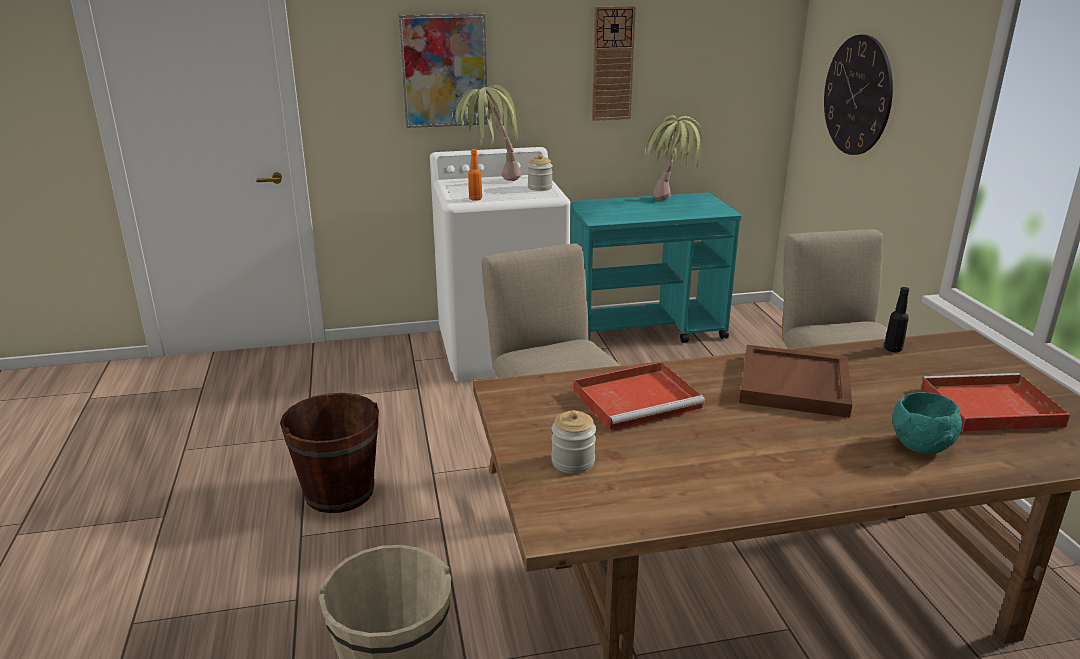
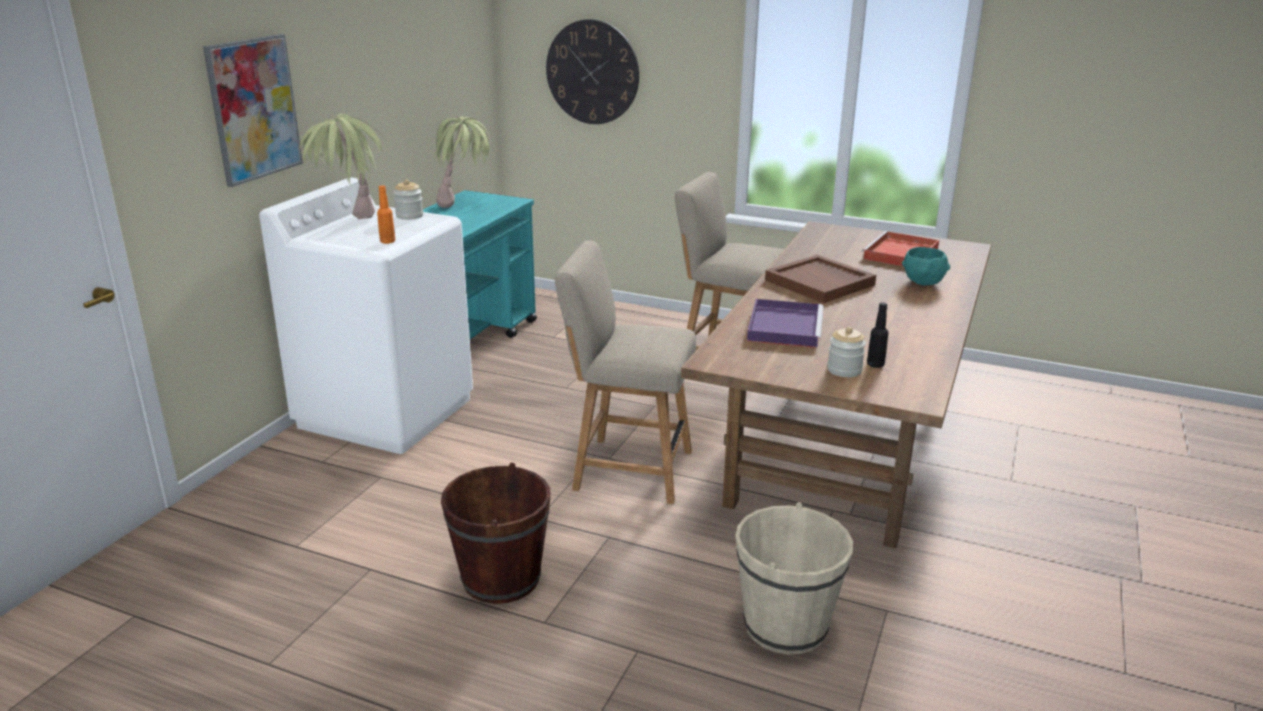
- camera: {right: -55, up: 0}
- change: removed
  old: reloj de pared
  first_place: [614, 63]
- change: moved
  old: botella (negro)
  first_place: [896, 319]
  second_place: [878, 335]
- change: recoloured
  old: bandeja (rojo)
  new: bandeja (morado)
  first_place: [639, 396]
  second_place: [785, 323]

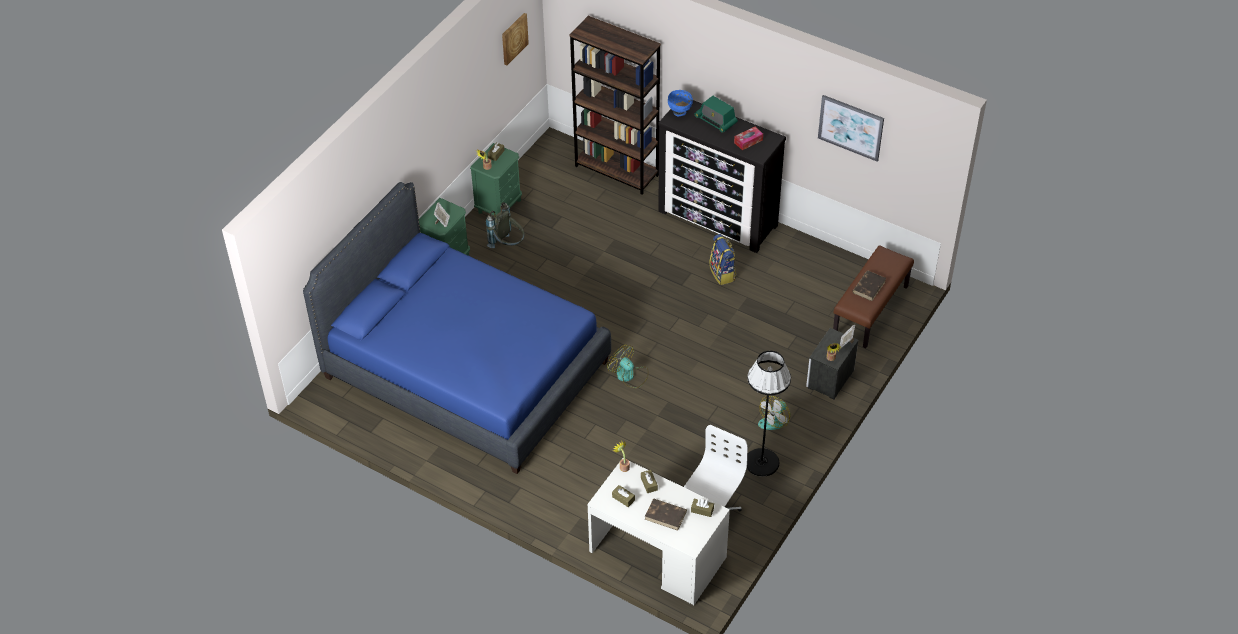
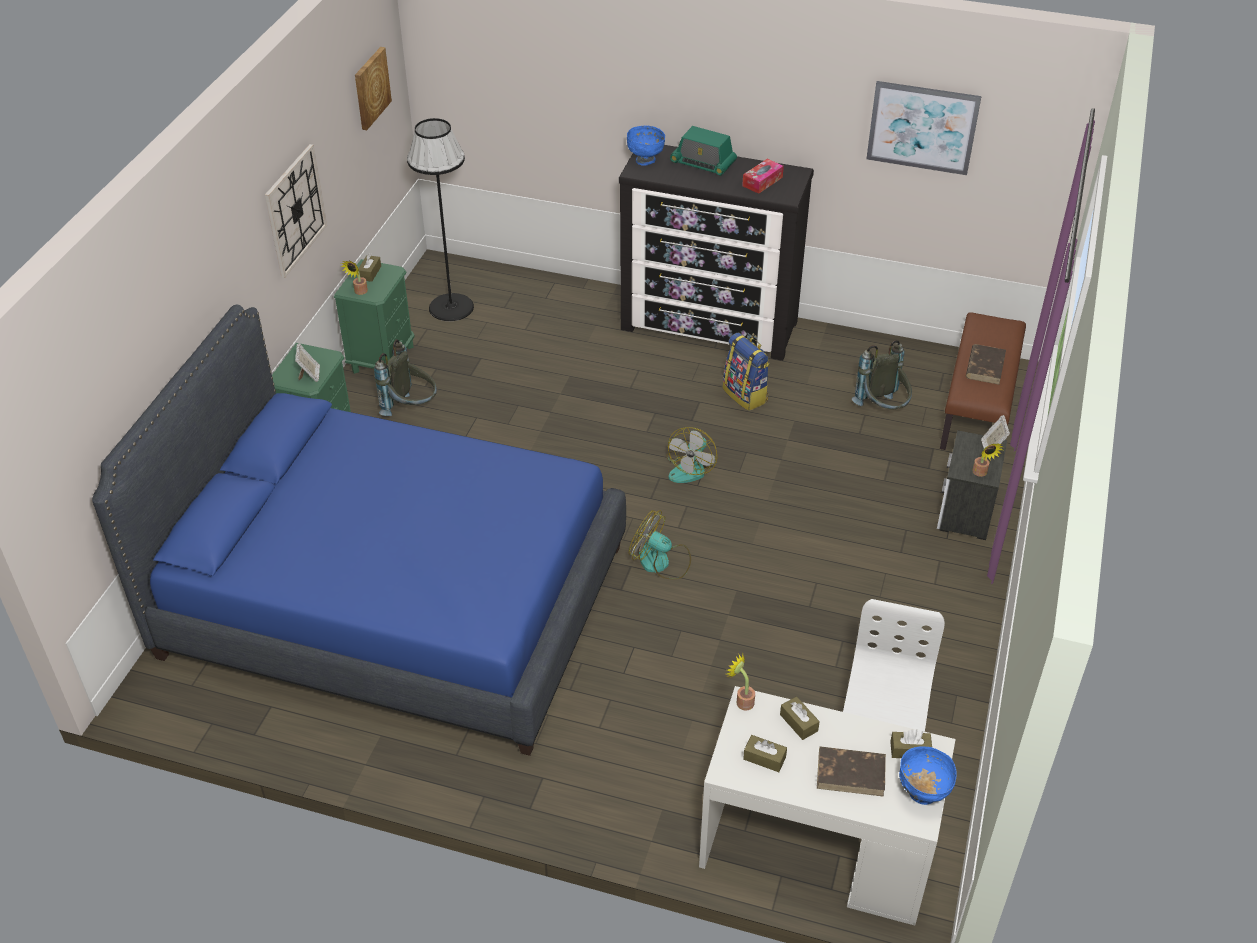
- camera: {right: -15, up: -5}
- change: removed
  old: estantería (marrón)
  first_place: [615, 105]
- change: added
  new: reloj de pared
  second_place: [296, 211]
- change: added
  new: mochila (gris)
  second_place: [882, 374]
- change: added
  new: cuenco (azul)
  second_place: [928, 775]
- change: moved
  old: lámpara de pie (negro)
  first_place: [769, 414]
  second_place: [440, 219]
- change: moved
  old: ventilador
  first_place: [774, 413]
  second_place: [691, 455]

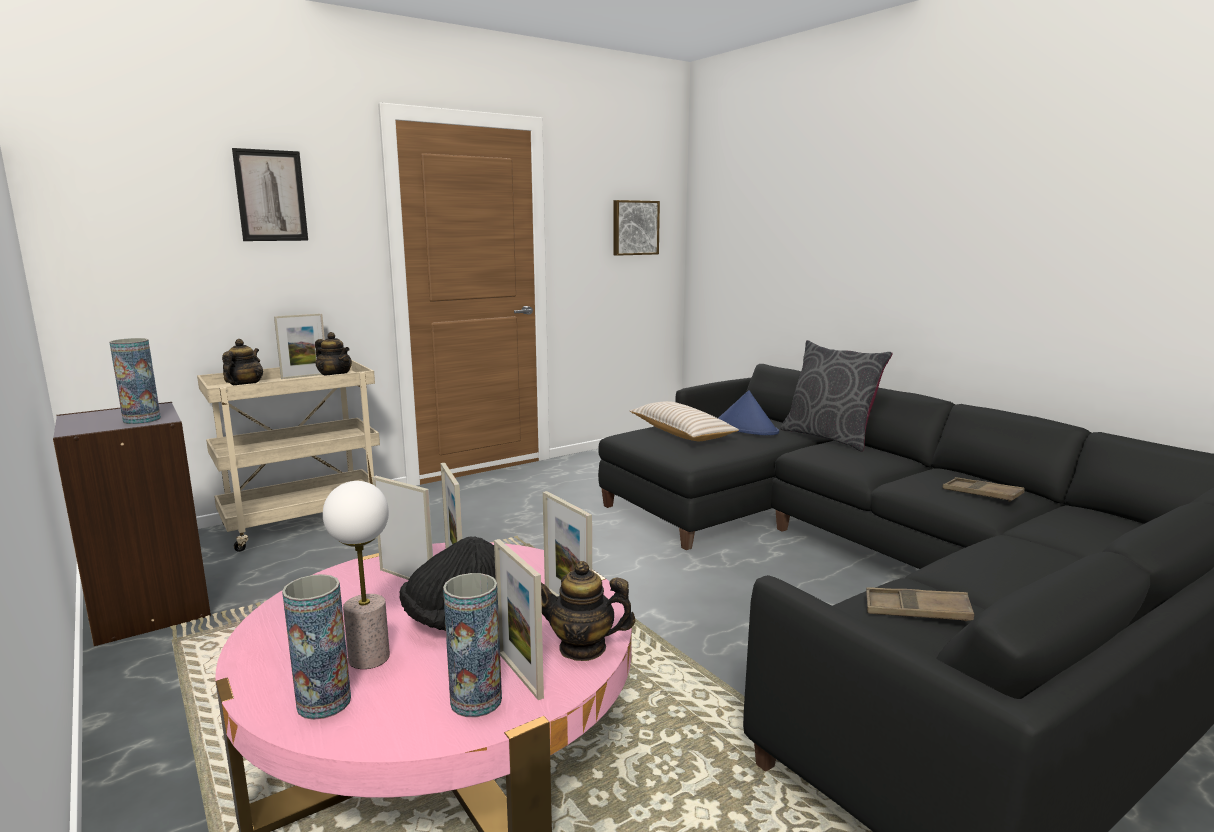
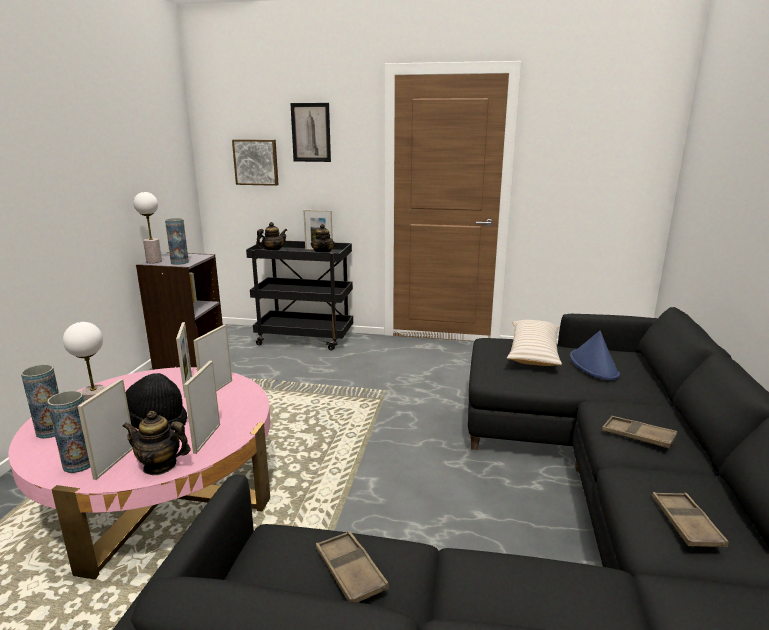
- camera: {right: 45, up: 5}
- change: removed
  old: cojín (gris)
  first_place: [836, 396]
- change: added
  new: lámpara de mesa
  second_place: [147, 227]
- change: added
  new: bandeja (marrón)
  second_place: [639, 432]
- change: moved
  old: cuadro
  first_place: [636, 228]
  second_place: [255, 163]
- change: recoloured
  old: carrito (beis)
  new: carrito (negro)
  first_place: [288, 456]
  second_place: [299, 296]
- change: turned
  old: tetera
  first_place: [588, 611]
  second_place: [156, 443]
  degrees: -45

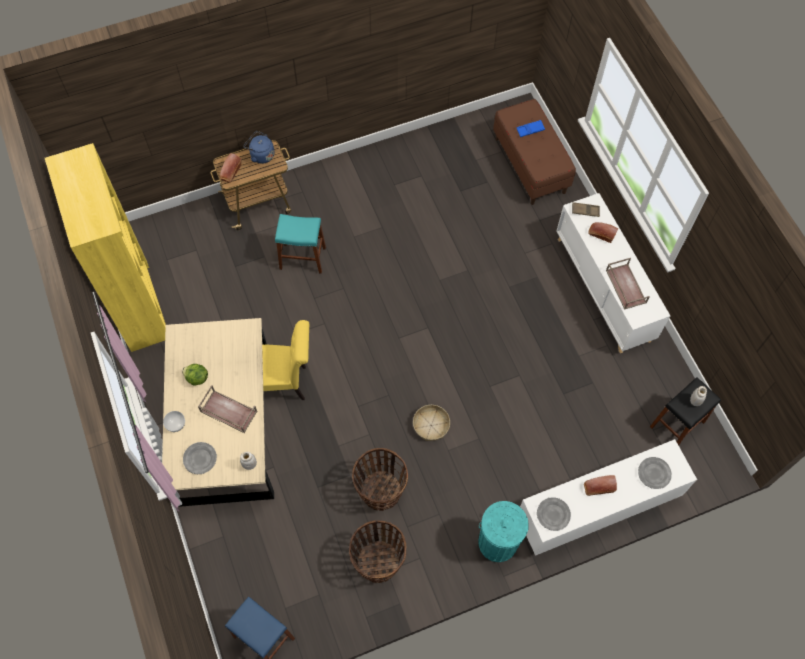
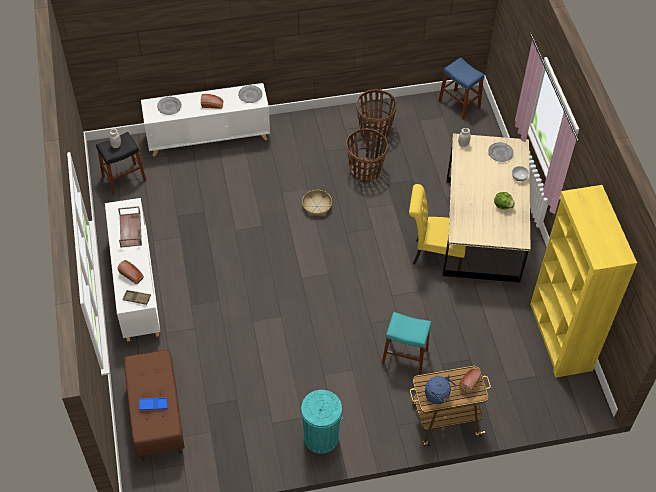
- camera: {right: -170, up: -10}
- change: removed
  old: bandeja (marrón)
  first_place: [227, 409]
- change: moved
  old: papelera (turquesa)
  first_place: [503, 531]
  second_place: [322, 422]

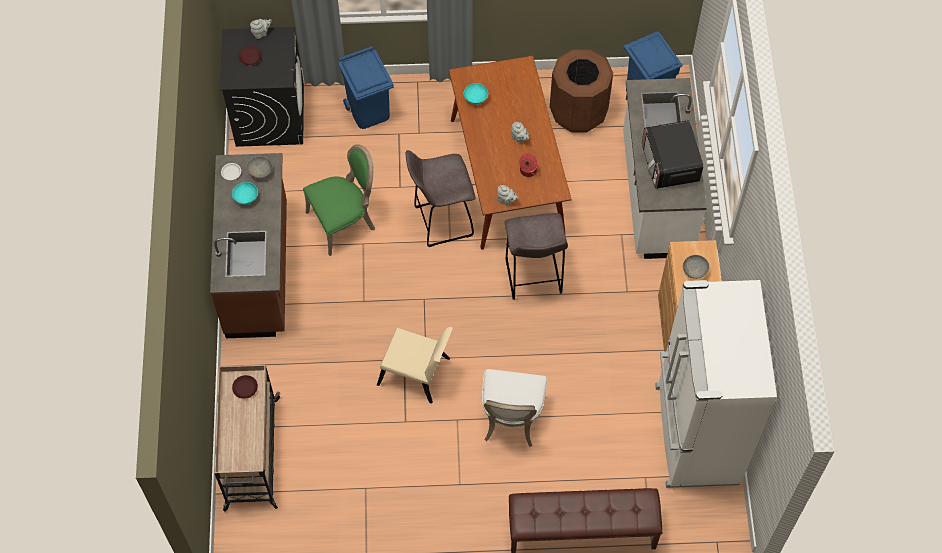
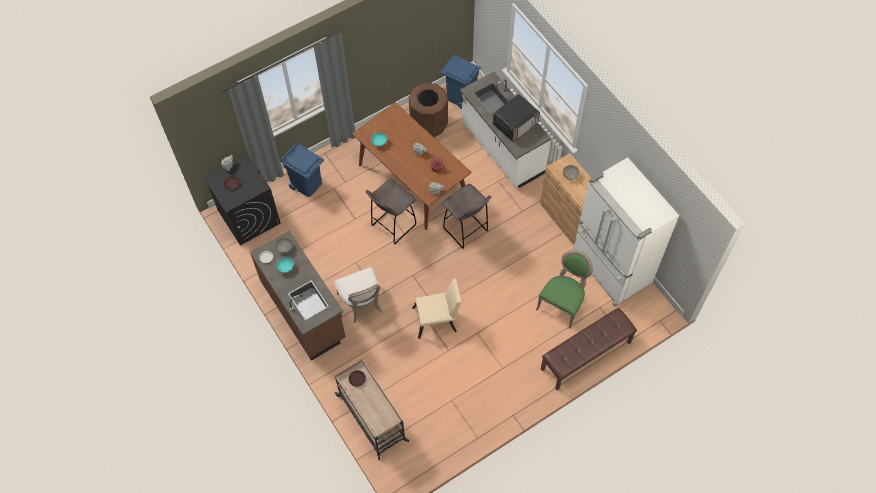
- camera: {right: -30, up: 0}
- change: moved
  old: silla (verde)
  first_place: [339, 200]
  second_place: [564, 289]
- change: moved
  old: silla (blanco)
  first_place: [515, 408]
  second_place: [358, 295]
- change: turned
  old: microondas
  first_place: [672, 154]
  second_place: [516, 118]
  degrees: -90

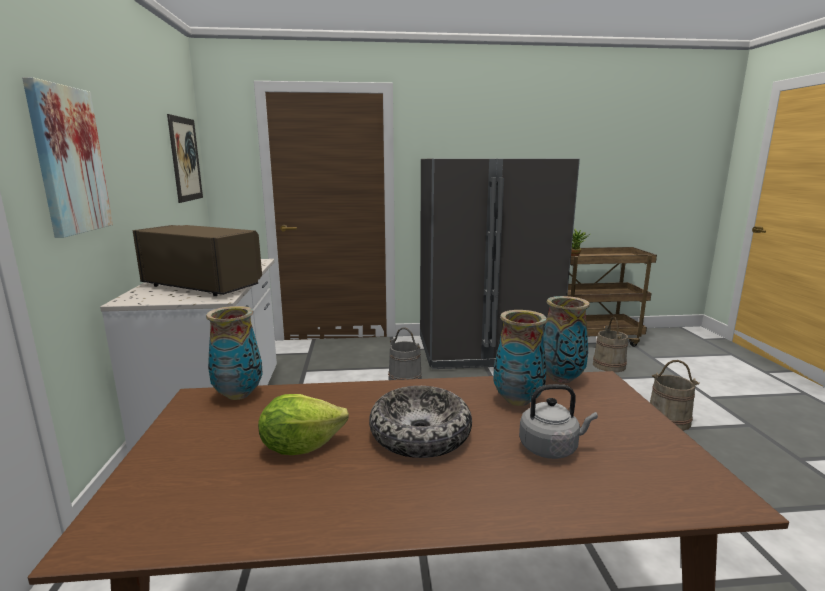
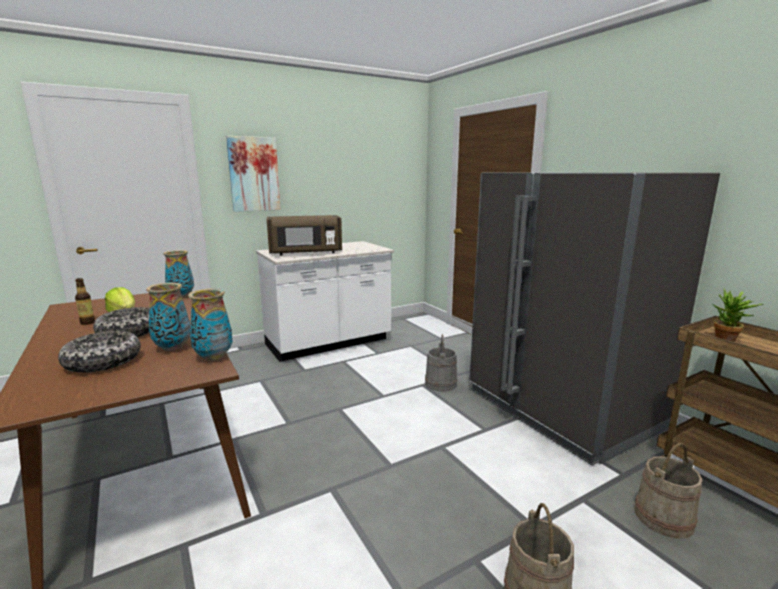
- camera: {right: 65, up: 0}
- change: removed
  old: cuadro
  first_place: [185, 158]
- change: added
  new: botella
  second_place: [85, 301]
- change: replaced
  old: hervidor (gris)
  new: cuenco
  first_place: [558, 421]
  second_place: [99, 352]
- change: turned
  old: microondas (marrón)
  first_place: [197, 260]
  second_place: [304, 235]
  degrees: 75

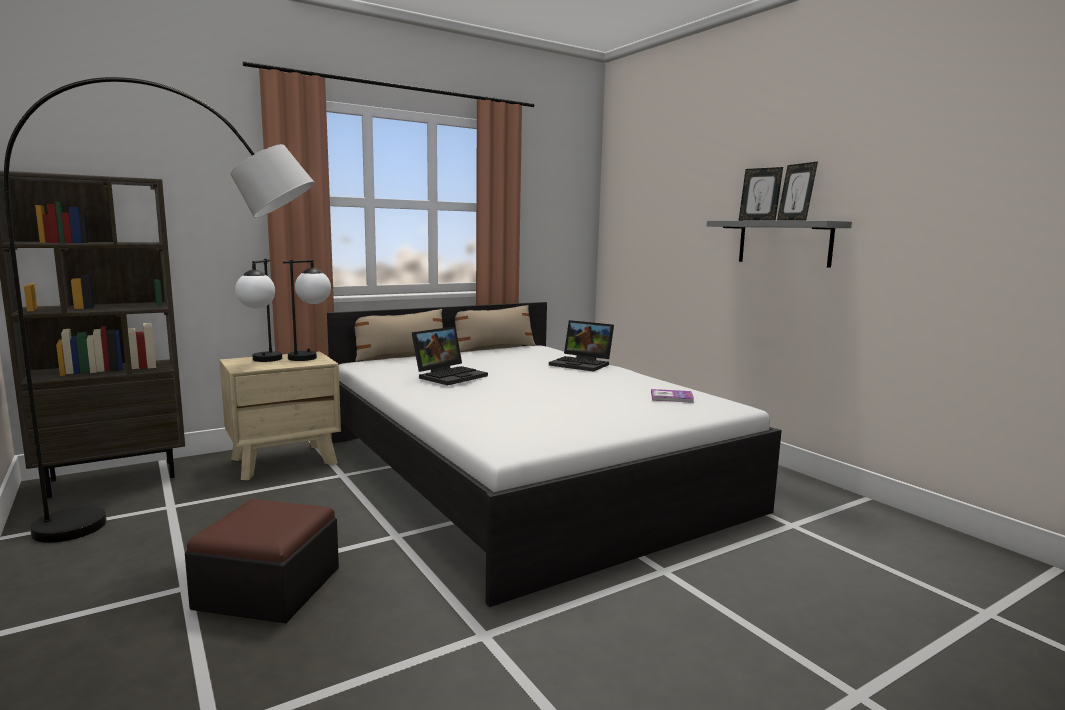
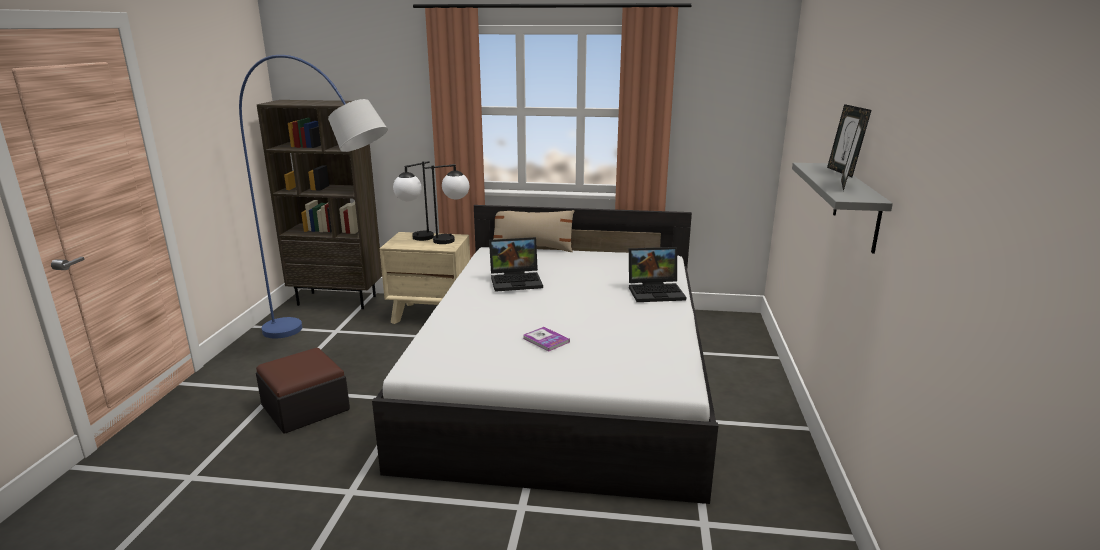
- camera: {right: 40, up: 10}
- change: removed
  old: cojín (beis)
  first_place: [495, 328]
- change: moved
  old: libro
  first_place: [672, 396]
  second_place: [546, 339]
- change: recoloured
  old: lámpara de pie (gris)
  new: lámpara de pie (azul)
  first_place: [159, 310]
  second_place: [313, 197]
- change: turned
  old: portátil
  first_place: [581, 346]
  second_place: [657, 274]
  degrees: -75

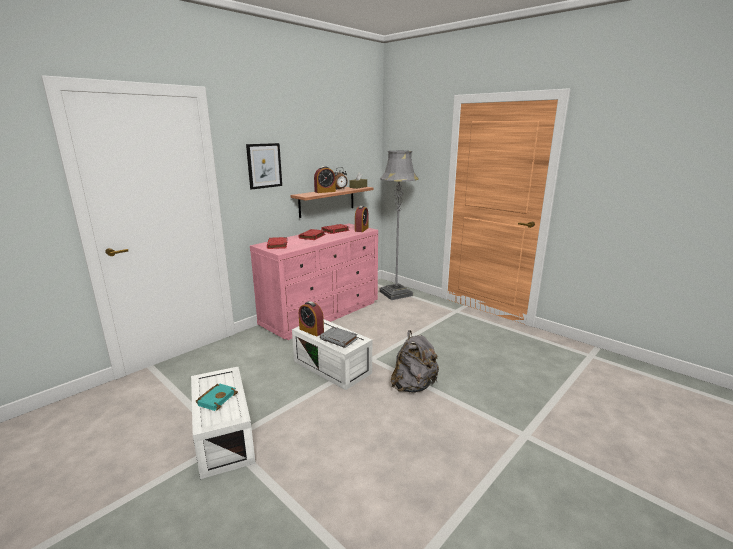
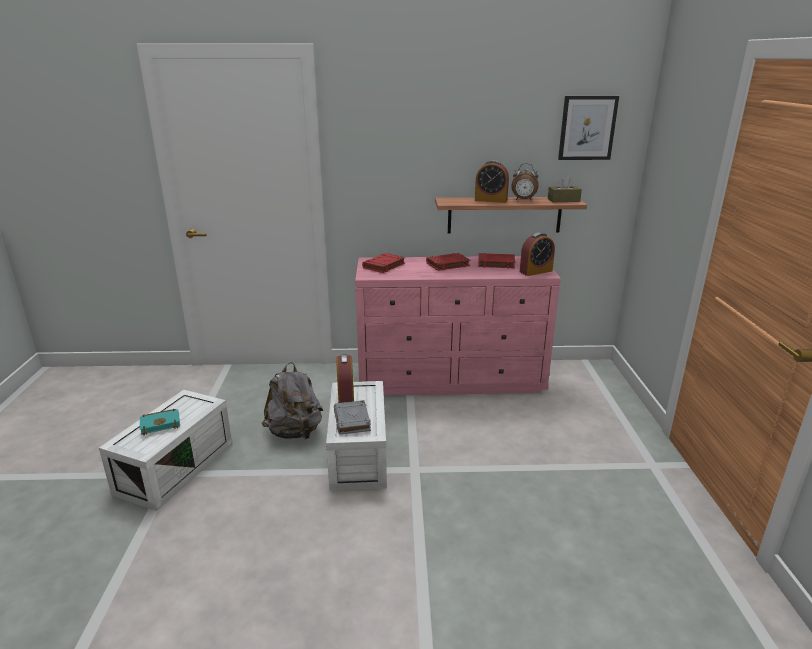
- camera: {right: 45, up: 5}
- change: removed
  old: lámpara de pie (gris)
  first_place: [399, 225]
- change: moved
  old: cuadro
  first_place: [264, 166]
  second_place: [588, 128]
- change: moved
  old: mochila (gris)
  first_place: [415, 361]
  second_place: [292, 401]

